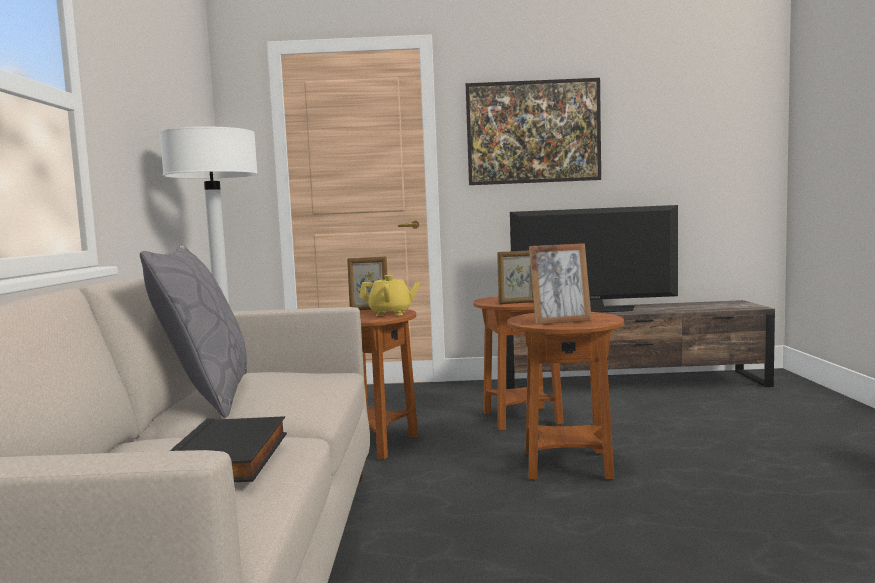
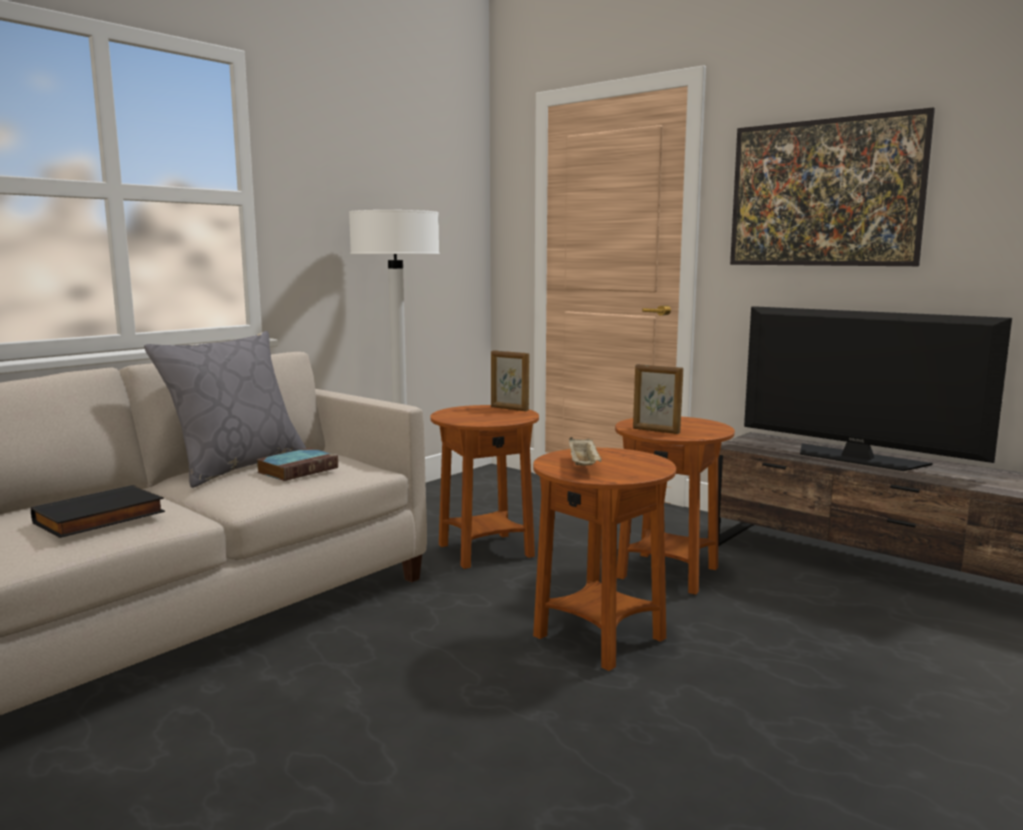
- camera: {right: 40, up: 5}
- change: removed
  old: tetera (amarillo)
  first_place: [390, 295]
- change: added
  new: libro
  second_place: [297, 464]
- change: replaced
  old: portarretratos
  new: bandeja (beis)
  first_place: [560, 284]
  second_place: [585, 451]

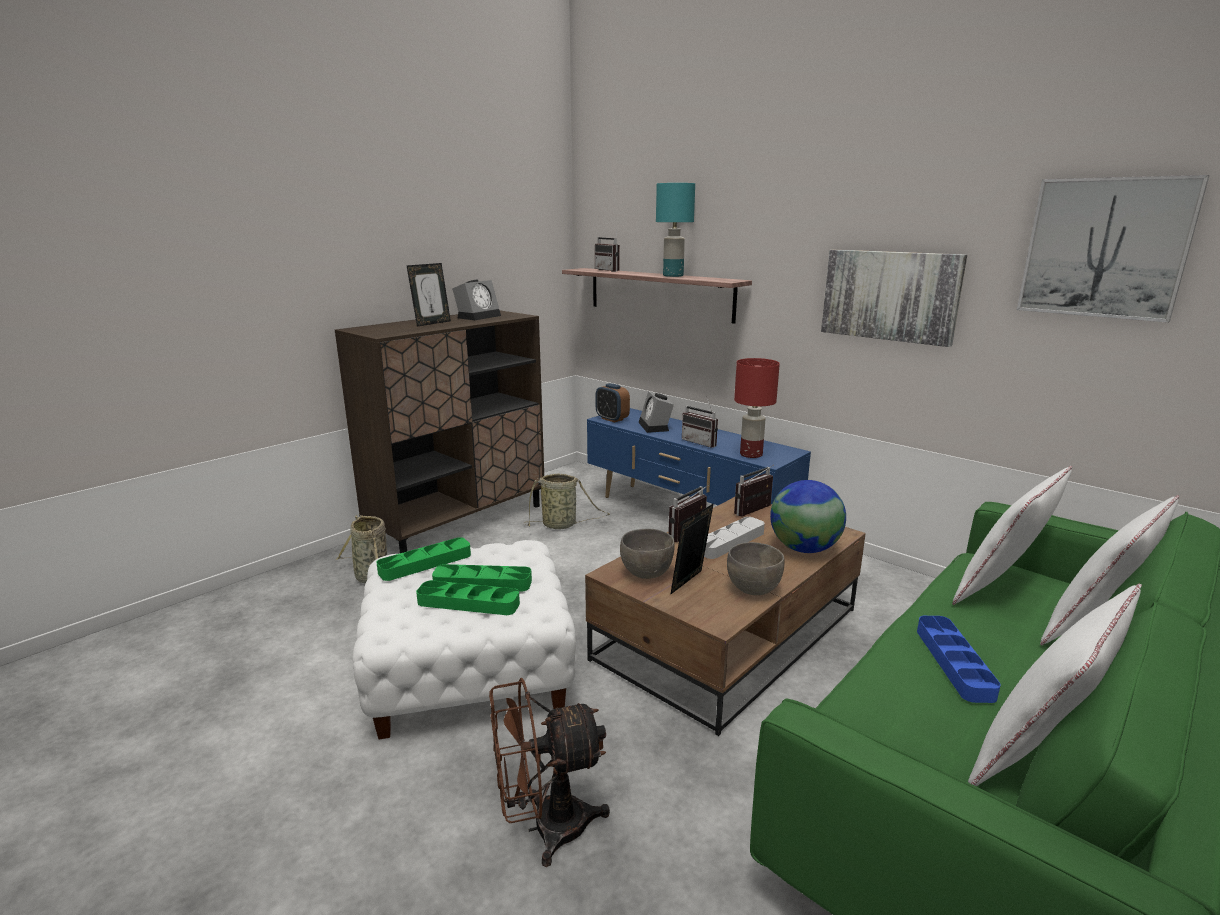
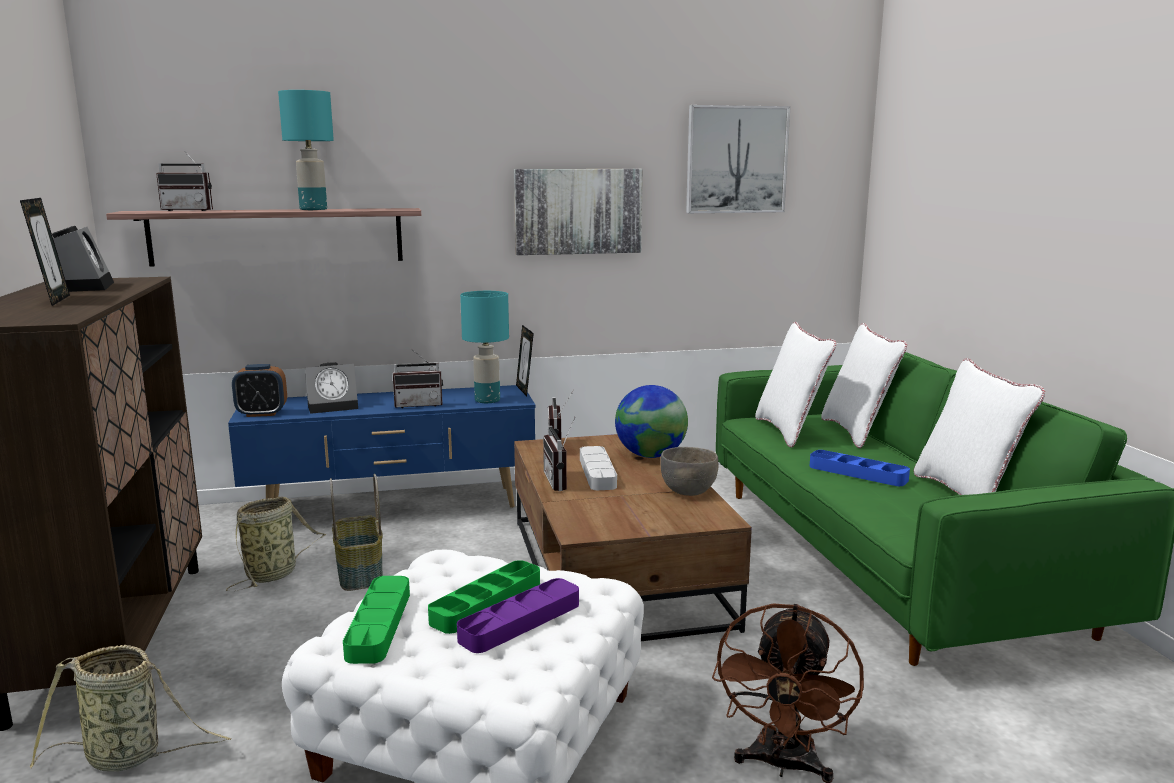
- camera: {right: -55, up: -5}
- change: removed
  old: cuenco (gris)
  first_place: [647, 554]
- change: added
  new: cesta
  second_place: [356, 532]
- change: moved
  old: portarretratos
  first_place: [692, 549]
  second_place: [525, 360]
- change: recoloured
  old: bandeja (verde)
  new: bandeja (morado)
  first_place: [468, 597]
  second_place: [518, 615]
- change: recoloured
  old: lámpara de mesa (rojo)
  new: lámpara de mesa (turquesa)
  first_place: [757, 408]
  second_place: [484, 347]
- change: turned
  old: despertador
  first_place: [656, 412]
  second_place: [331, 388]
  degrees: -45

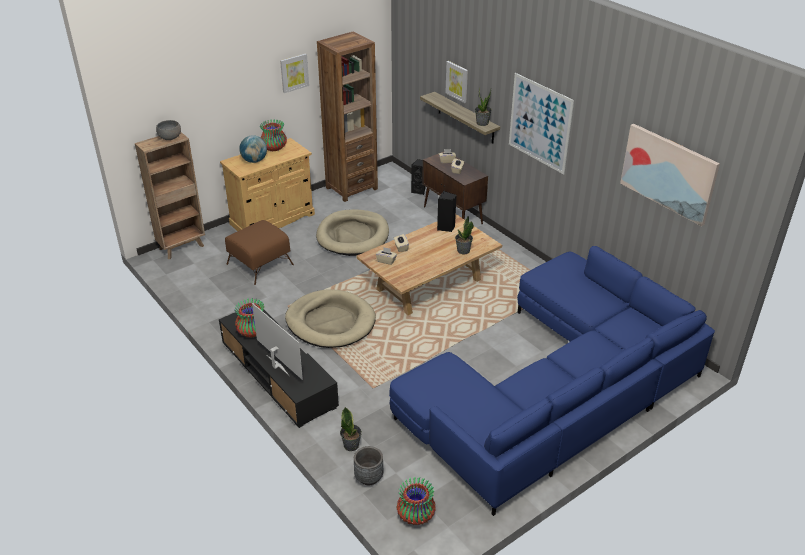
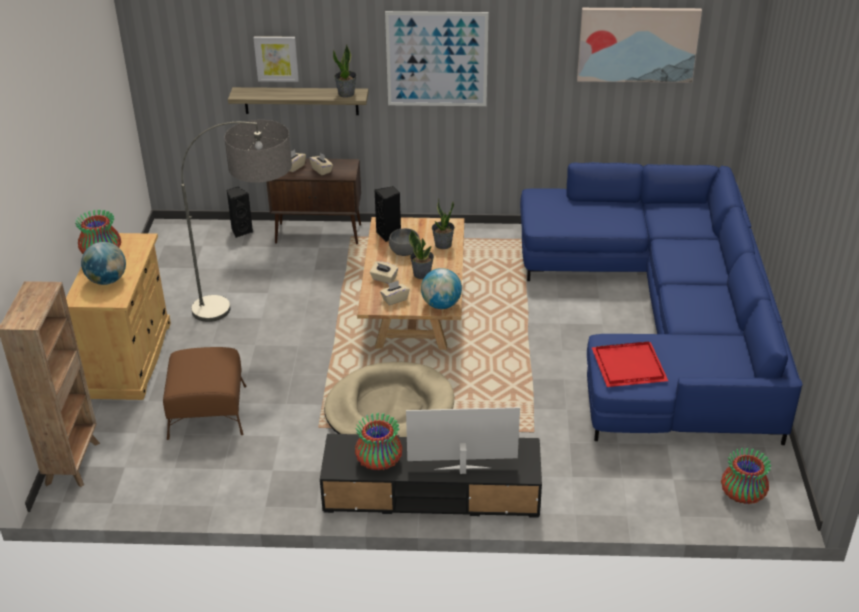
- camera: {right: -50, up: 0}
- change: removed
  old: cuadro
  first_place: [294, 73]
- change: removed
  old: estantería (marrón)
  first_place: [347, 116]
- change: removed
  old: maceta (gris)
  first_place: [368, 465]
- change: added
  new: globo terráqueo
  second_place: [441, 288]
- change: added
  new: bandeja (rojo)
  second_place: [630, 364]
- change: moved
  old: cuenco (gris)
  first_place: [168, 130]
  second_place: [404, 242]
- change: moved
  old: planta en maceta
  first_place: [351, 429]
  second_place: [421, 254]
- change: replaced
  old: cama para perro (beis)
  new: lámpara de pie
  first_place: [352, 232]
  second_place: [236, 221]

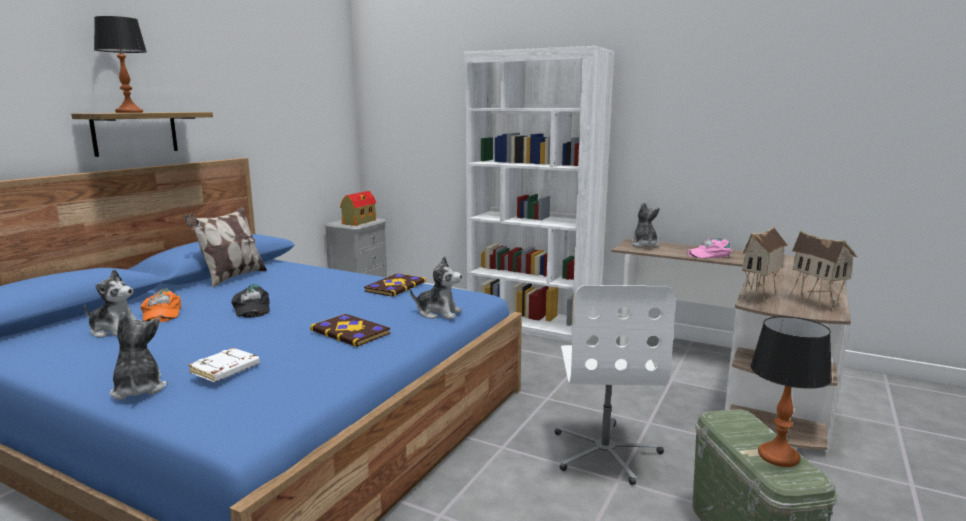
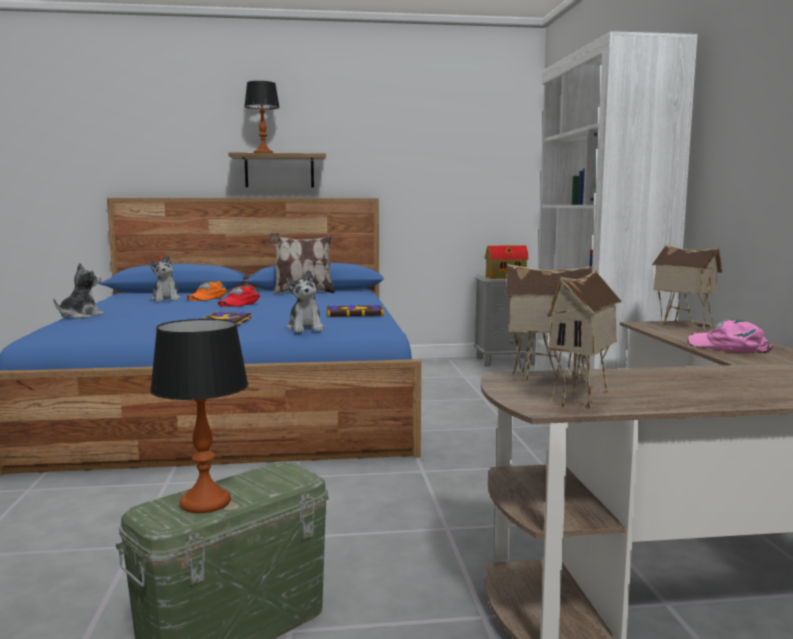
- camera: {right: 55, up: -5}
- change: removed
  old: libro (blanco)
  first_place: [224, 365]
- change: removed
  old: silla de oficina (blanco)
  first_place: [614, 385]
- change: replaced
  old: peluche
  new: casita
  first_place: [645, 224]
  second_place: [687, 288]
- change: recoloured
  old: gorra (negro)
  new: gorra (rojo)
  first_place: [250, 301]
  second_place: [239, 296]

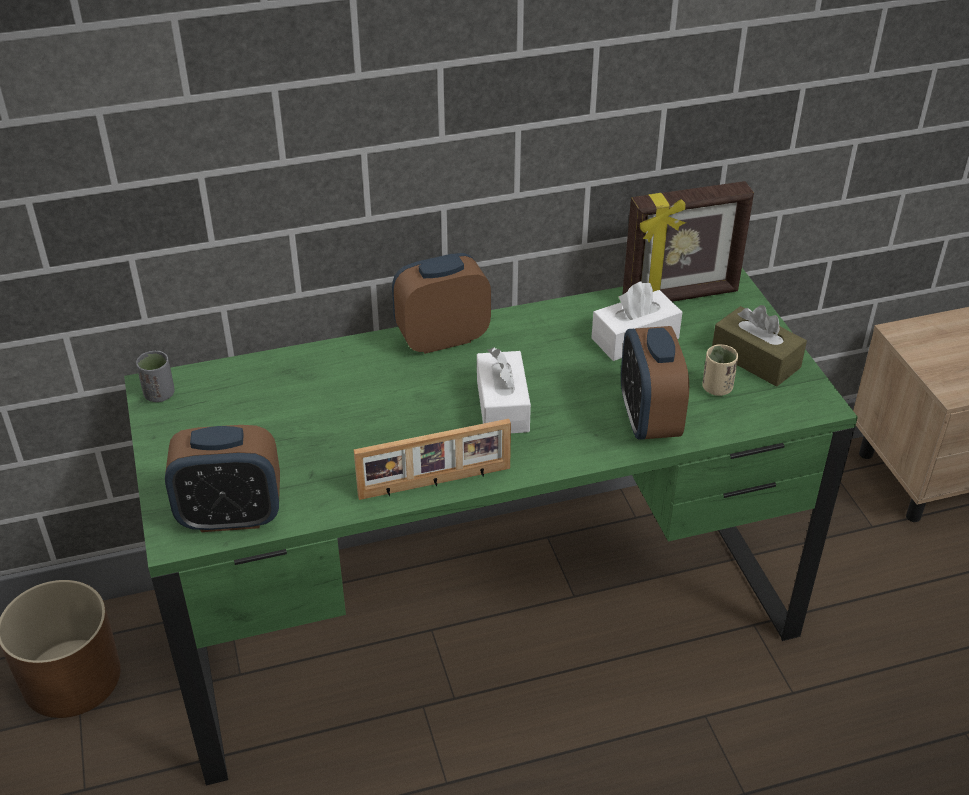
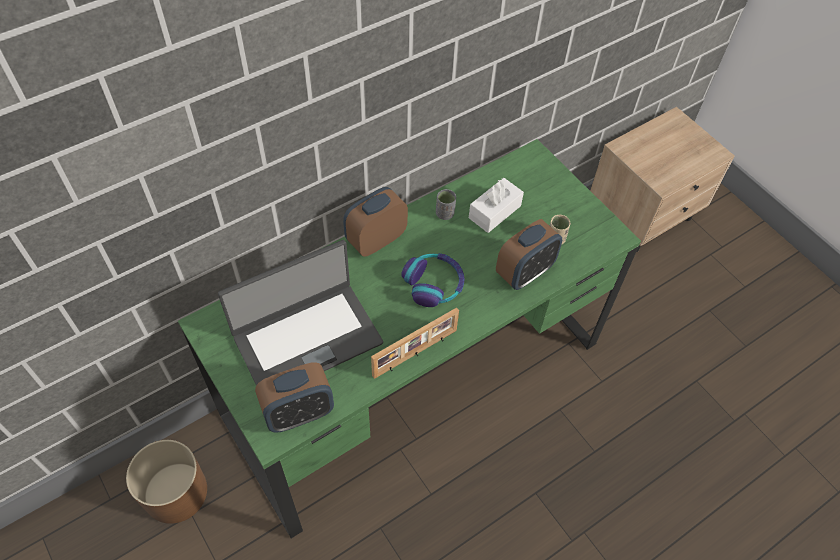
- camera: {right: -20, up: 15}
- change: removed
  old: portarretratos
  first_place: [688, 241]
- change: removed
  old: caja de pañuelos (marrón)
  first_place: [759, 346]
- change: added
  new: portátil
  second_place: [300, 312]
- change: moved
  old: taza (gris)
  first_place: [155, 376]
  second_place: [446, 204]
- change: replaced
  old: caja de pañuelos (blanco)
  new: auriculares
  first_place: [504, 390]
  second_place: [433, 280]
- change: turned
  old: despertador
  first_place: [655, 383]
  second_place: [529, 254]
  degrees: -105

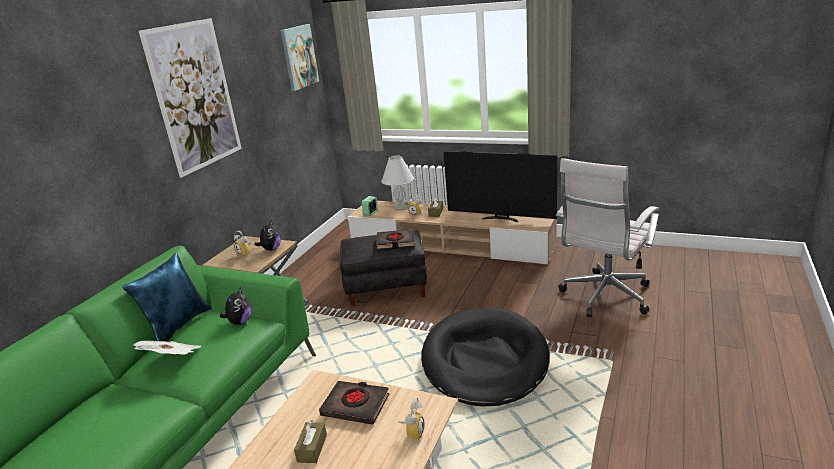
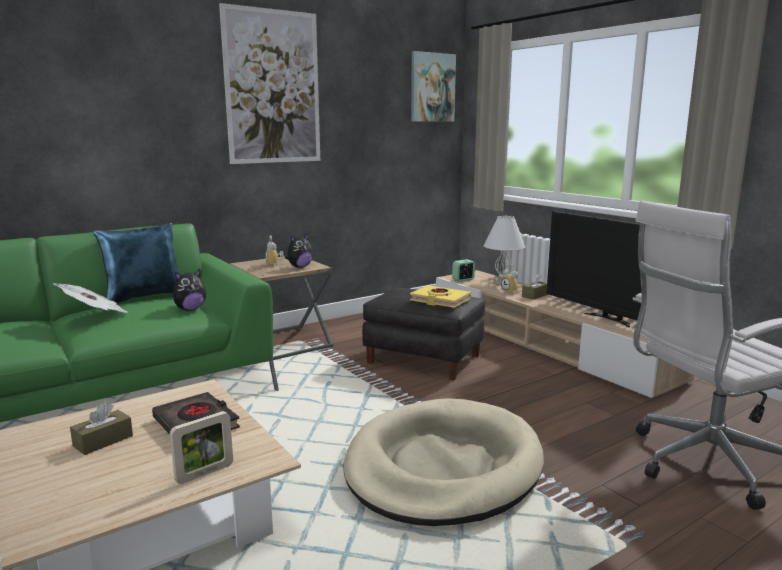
- camera: {right: 30, up: -10}
- change: replaced
  old: despertador
  new: portarretratos
  first_place: [411, 418]
  second_place: [201, 447]
- change: recoloured
  old: libro (negro)
  new: libro (amarillo)
  first_place: [395, 239]
  second_place: [440, 296]
- change: recoloured
  old: cama para perro (negro)
  new: cama para perro (beis)
  first_place: [485, 357]
  second_place: [443, 462]

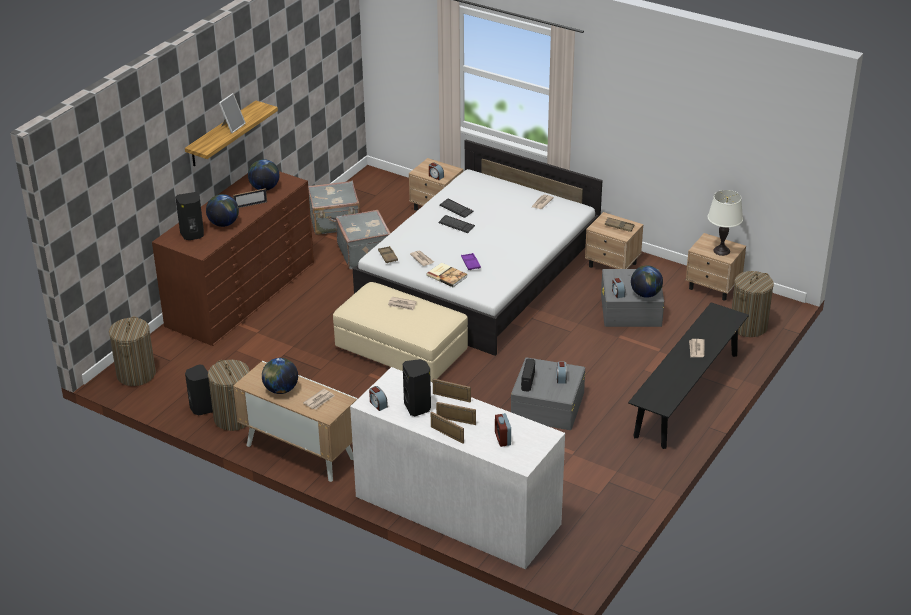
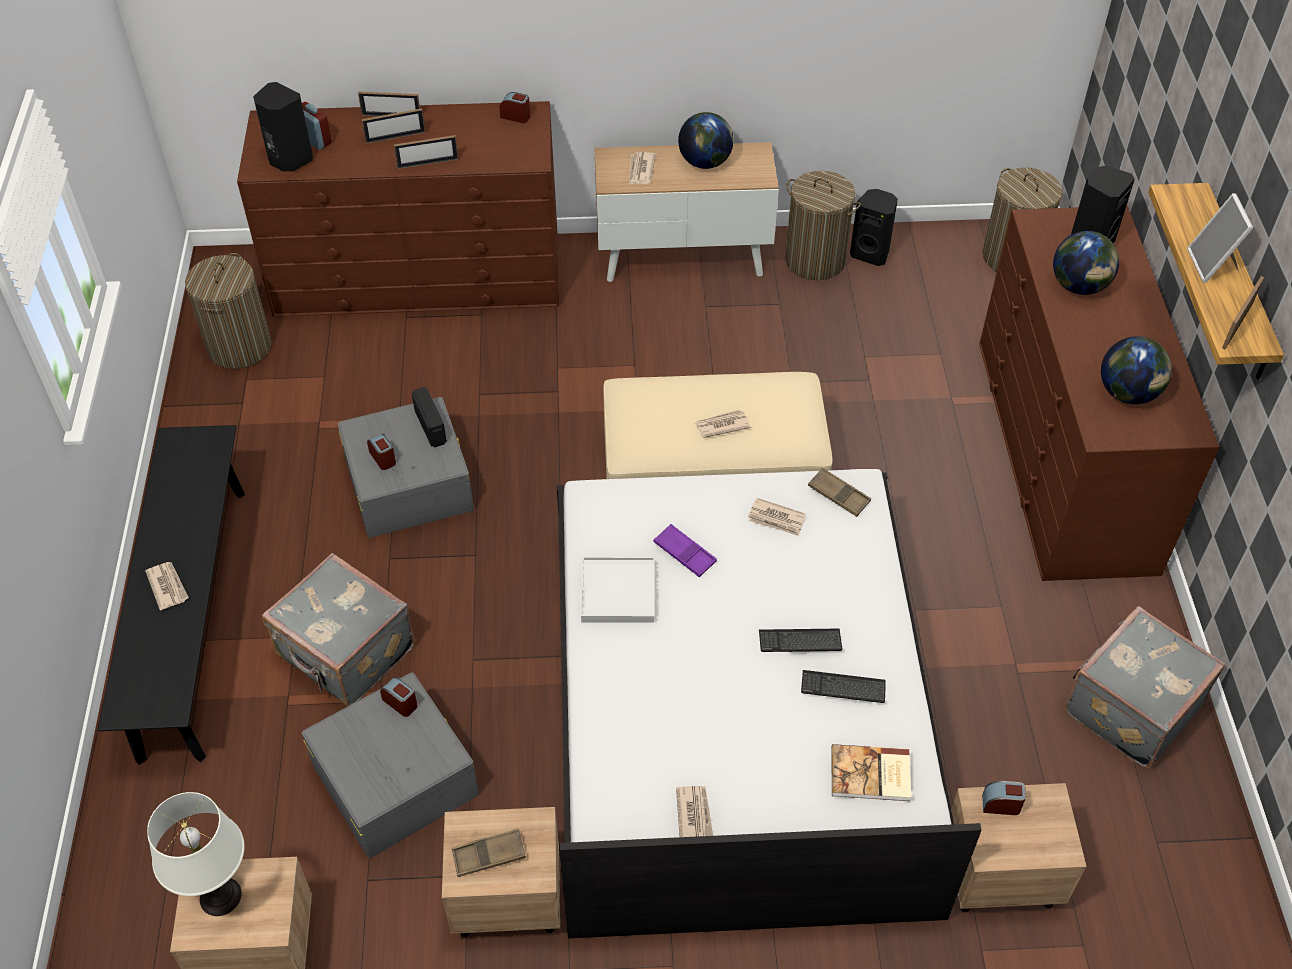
- camera: {right: 145, up: 15}
- change: removed
  old: globo terráqueo
  first_place: [647, 281]
- change: added
  new: bandeja (blanco)
  second_place: [617, 589]
- change: moved
  old: portarretratos
  first_place: [250, 198]
  second_place: [1243, 312]
- change: moved
  old: maleta (gris)
  first_place: [363, 239]
  second_place: [338, 630]
- change: moved
  old: altavoz (negro)
  first_place: [417, 387]
  second_place: [283, 127]
- change: moved
  old: libro
  first_place: [447, 275]
  second_place: [871, 772]
- change: moved
  old: cesto de la ropa
  first_place: [753, 304]
  second_place: [228, 311]
- change: recoloured
  old: cómoda (blanco)
  new: cómoda (marrón)
  first_place: [457, 468]
  second_place: [398, 209]

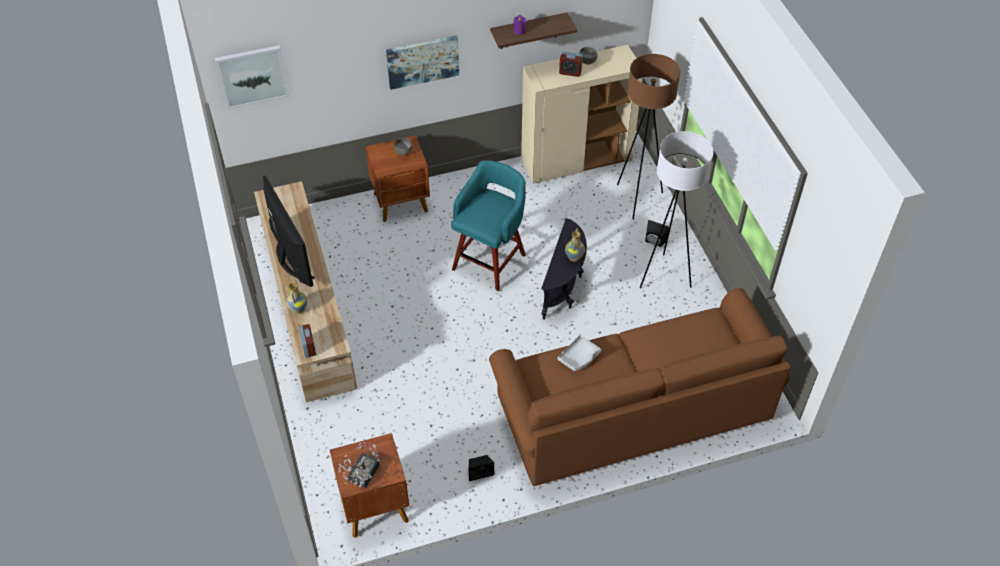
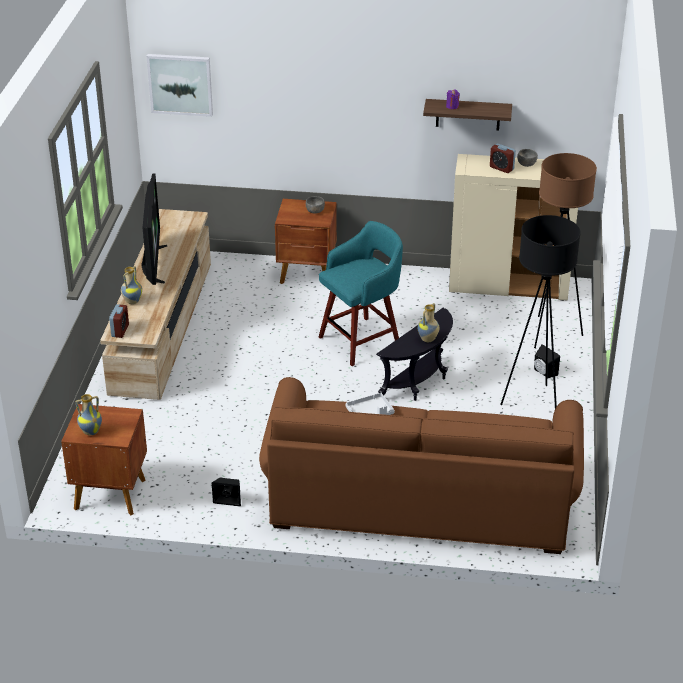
- camera: {right: 25, up: -15}
- change: removed
  old: cuadro
  first_place: [422, 62]
- change: replaced
  old: planta en maceta
  new: florero
  first_place: [359, 465]
  second_place: [89, 414]
- change: recoloured
  old: lámpara de pie (blanco)
  new: lámpara de pie (negro)
  first_place: [677, 209]
  second_place: [540, 312]

